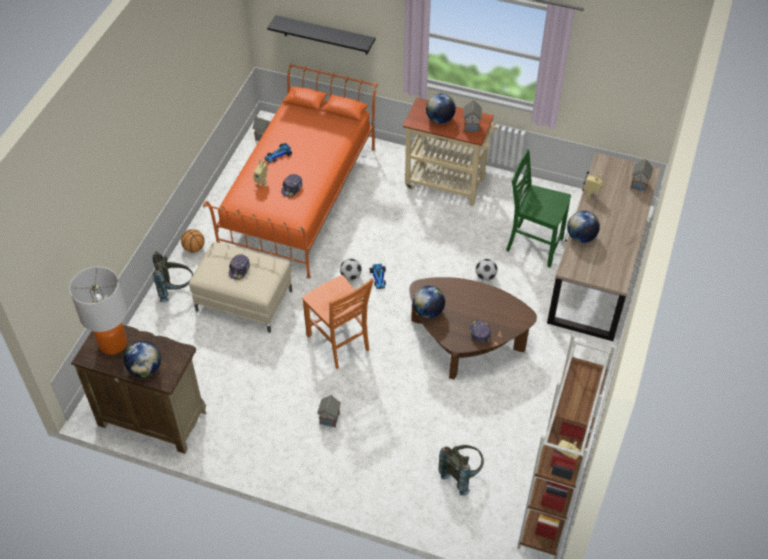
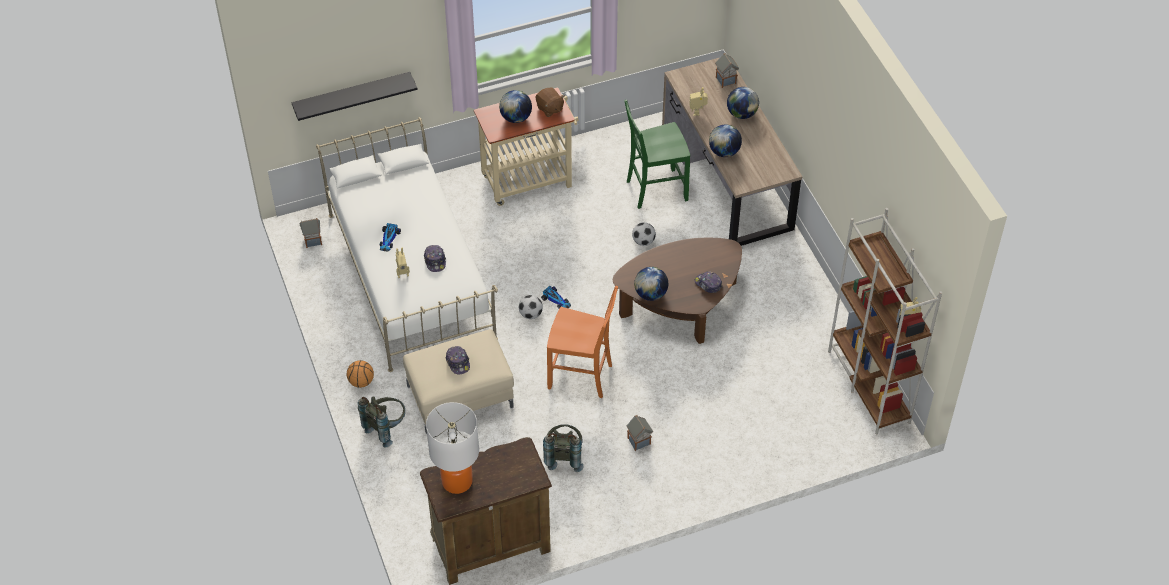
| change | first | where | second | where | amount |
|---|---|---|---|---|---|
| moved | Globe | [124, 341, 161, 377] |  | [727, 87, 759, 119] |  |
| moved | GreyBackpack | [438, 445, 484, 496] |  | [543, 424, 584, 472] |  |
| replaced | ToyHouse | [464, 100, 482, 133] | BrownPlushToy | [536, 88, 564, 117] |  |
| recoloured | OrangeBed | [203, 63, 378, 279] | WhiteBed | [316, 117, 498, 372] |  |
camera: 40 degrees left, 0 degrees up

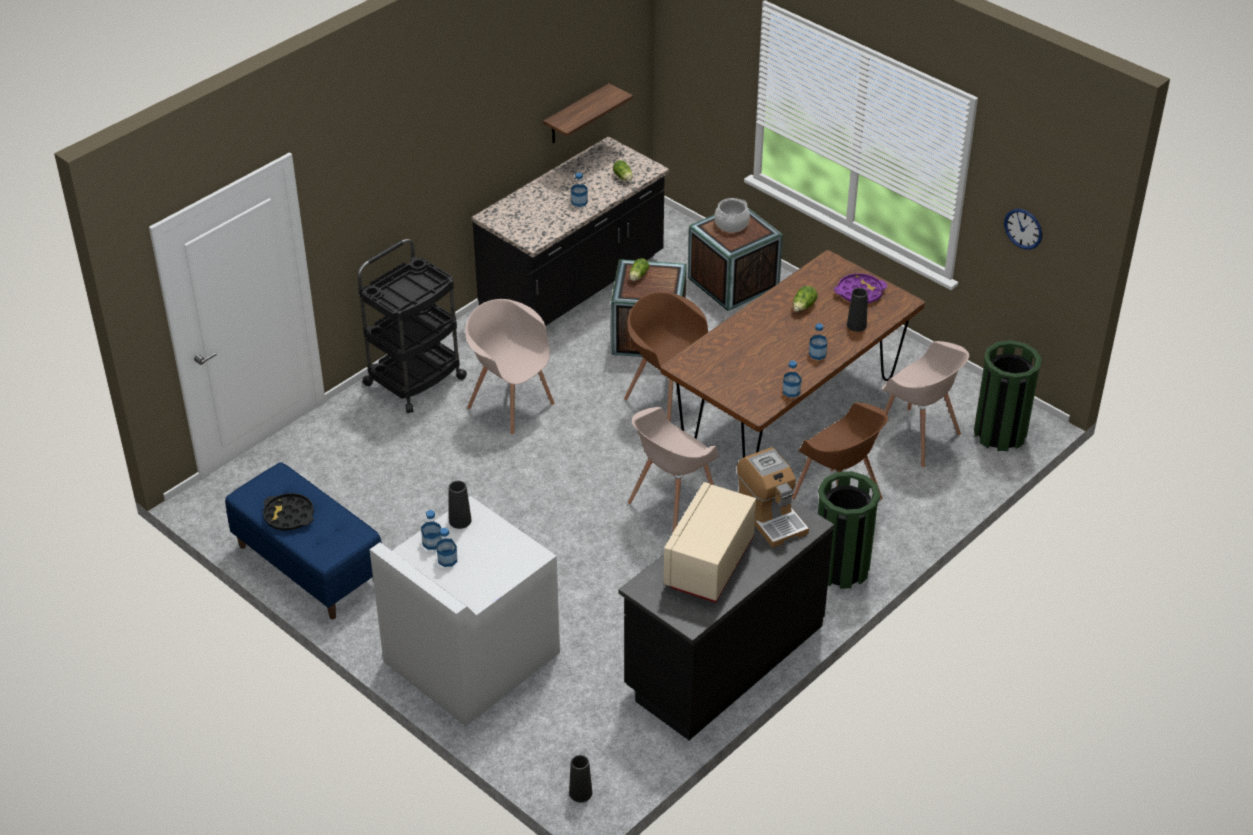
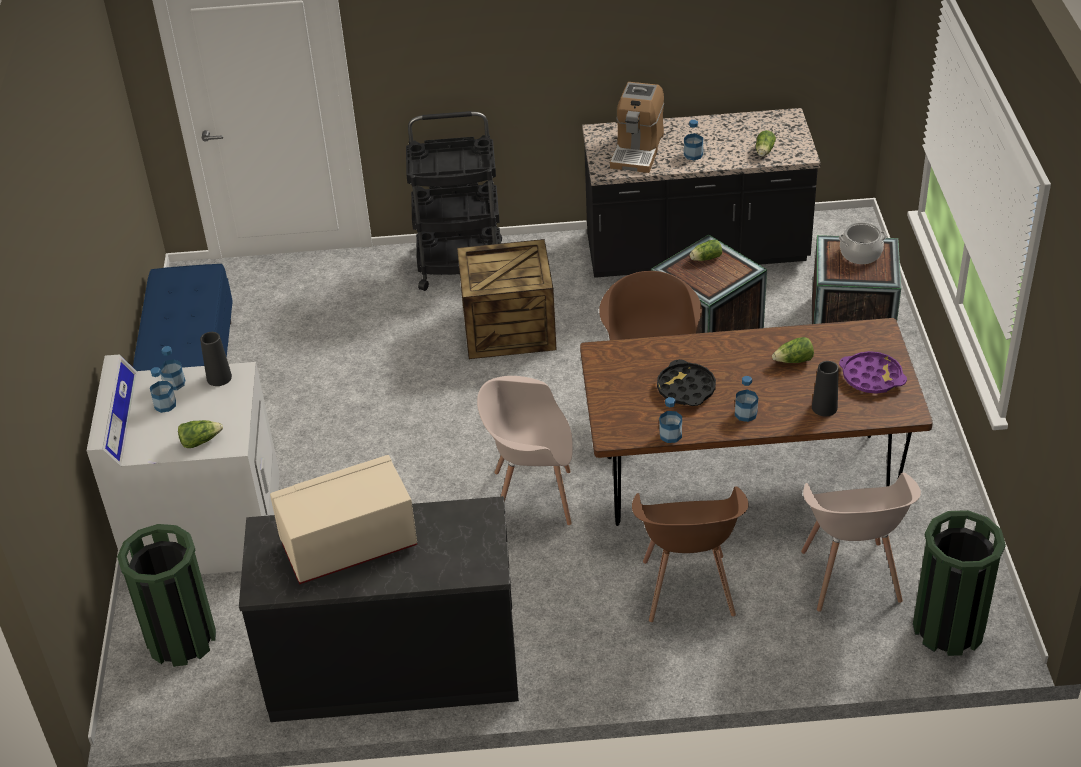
| change | first | where | second | where | amount |
|---|---|---|---|---|---|
| removed | Shelf | [543, 83, 633, 143] |  |  |  |
| removed | BlackVase | [569, 755, 592, 802] |  |  |  |
| removed | WallClock | [1004, 209, 1042, 250] |  |  |  |
| added |  |  | Lettuce | [178, 420, 223, 448] |  |
| moved | BlackTray | [263, 493, 314, 531] |  | [657, 359, 716, 406] |  |
| moved | CoffeeMachine | [737, 447, 809, 548] |  | [610, 82, 664, 173] |  |
| moved | GreenTrashCan | [818, 471, 880, 589] |  | [117, 524, 216, 667] |  |
| replaced | BeigeChair | [465, 299, 555, 434] | Crate | [457, 239, 557, 359] |  |
camera: 45 degrees right, 0 degrees up

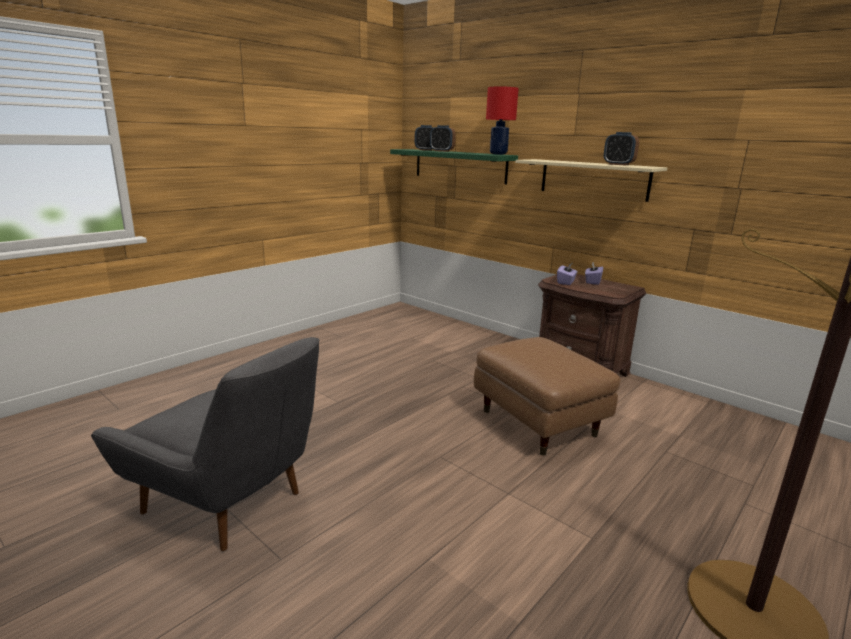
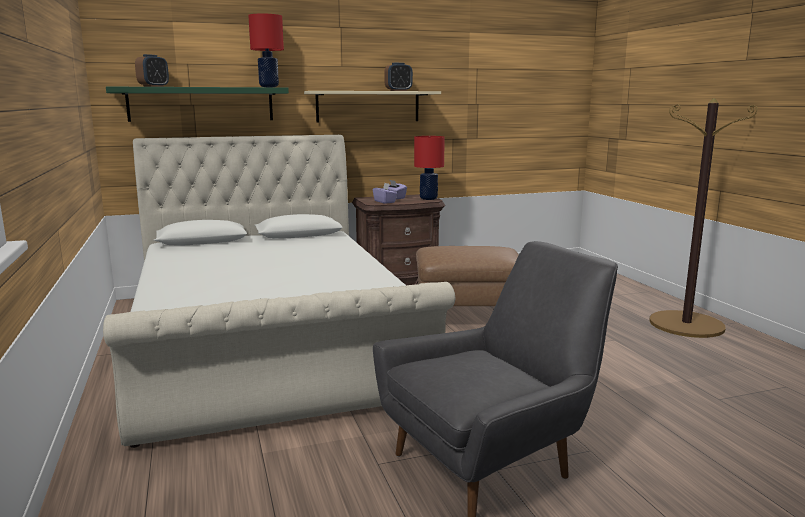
| change | first | where | second | where | amount |
|---|---|---|---|---|---|
| removed | AlarmClock | [430, 125, 456, 152] |  |  |  |
| added |  |  | BeigeBed | [103, 135, 455, 448] |  |
| added |  |  | RedTableLamp | [414, 136, 445, 200] |  |
camera: 60 degrees left, 5 degrees down

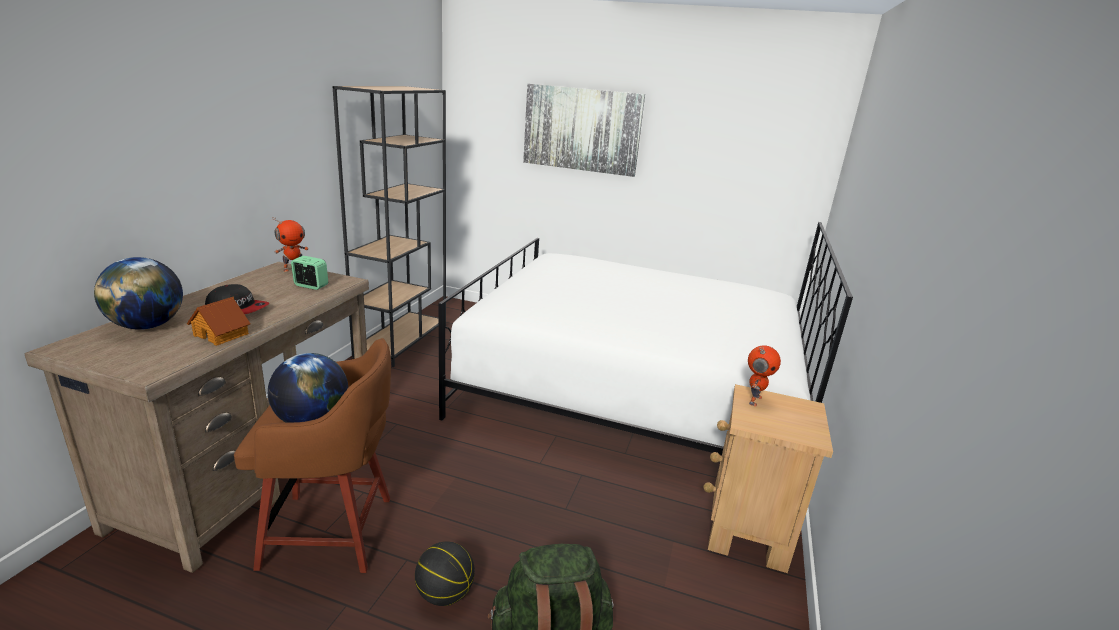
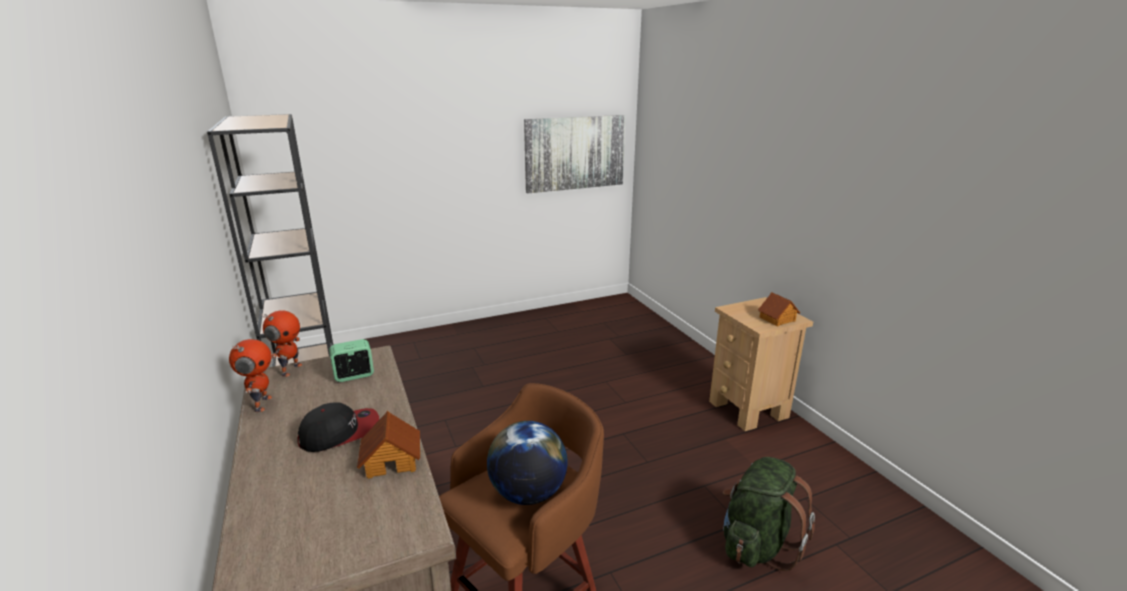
| change | first | where | second | where | amount |
|---|---|---|---|---|---|
| removed | Globe | [94, 257, 183, 330] |  |  |  |
| removed | Basketball | [415, 541, 475, 606] |  |  |  |
| removed | WhiteBed | [438, 222, 853, 455] |  |  |  |
| added |  |  | ToyHouse | [758, 292, 800, 326] |  |
| moved | Picture | [523, 84, 645, 177] |  | [524, 115, 626, 193] |  |
| moved | ToyRobot | [748, 345, 781, 406] |  | [229, 339, 272, 412] |  |
camera: 40 degrees left, 0 degrees up

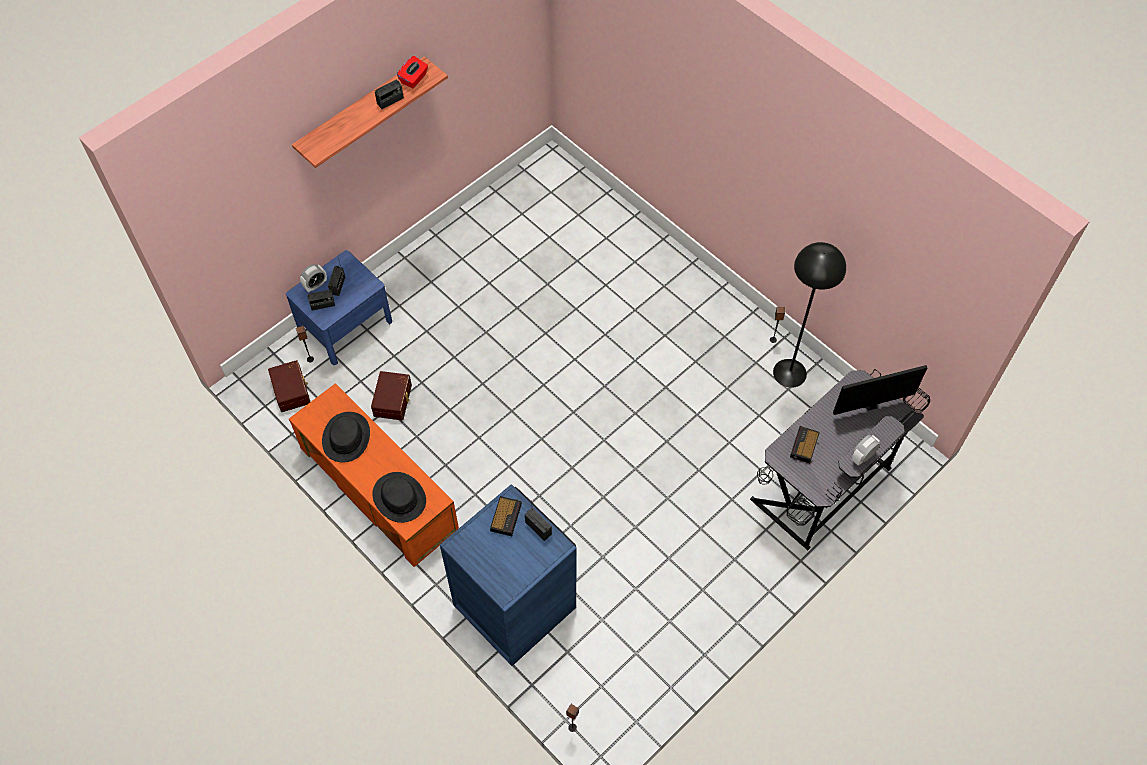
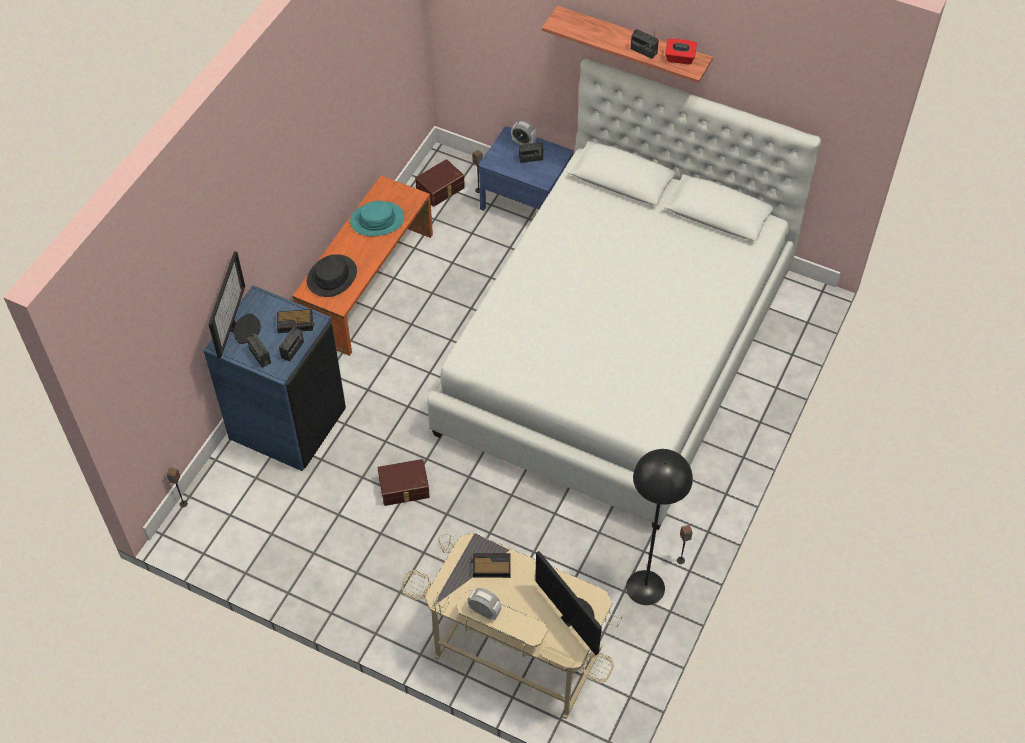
| change | first | where | second | where | amount |
|---|---|---|---|---|---|
| added |  |  | Monitor | [209, 251, 261, 358] |  |
| added |  |  | WhiteBed | [427, 58, 821, 530] |  |
| moved | Radio | [307, 287, 335, 311] |  | [247, 334, 271, 368] |  |
| moved | BrownStorageBox | [371, 371, 412, 420] |  | [378, 459, 430, 506] |  |
| recoloured | BlackHat | [322, 412, 370, 463] | TurquoiseHat | [350, 201, 404, 236] |  |
| recoloured | BlackDesk | [750, 369, 930, 550] | BeigeDesk | [401, 533, 622, 719] |  |
camera: 70 degrees right, 5 degrees down

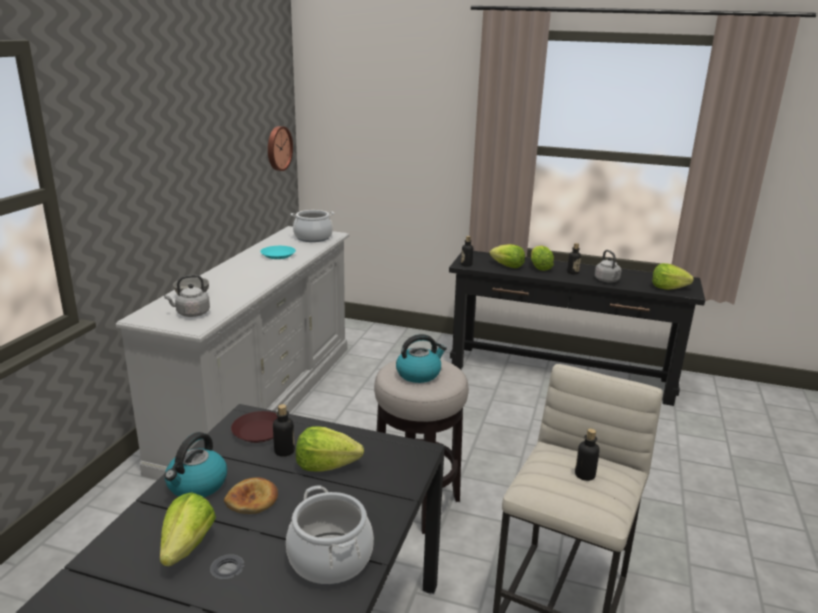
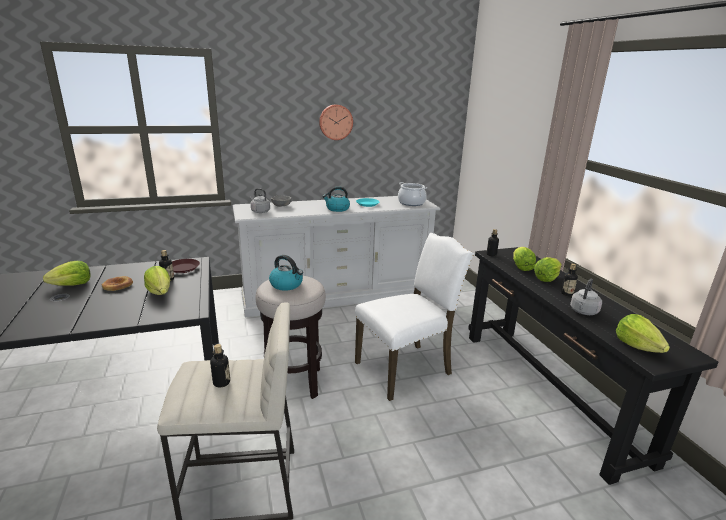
| change | first | where | second | where | amount |
|---|---|---|---|---|---|
| removed | CookingPot | [286, 485, 374, 585] |  |  |  |
| added |  |  | WhiteChair | [355, 233, 474, 401] |  |
| moved | Kettle | [165, 432, 227, 497] |  | [322, 186, 350, 212] |  |
| moved | WallClock | [268, 126, 293, 171] |  | [319, 104, 353, 140] |  |
camera: 55 degrees right, 0 degrees up

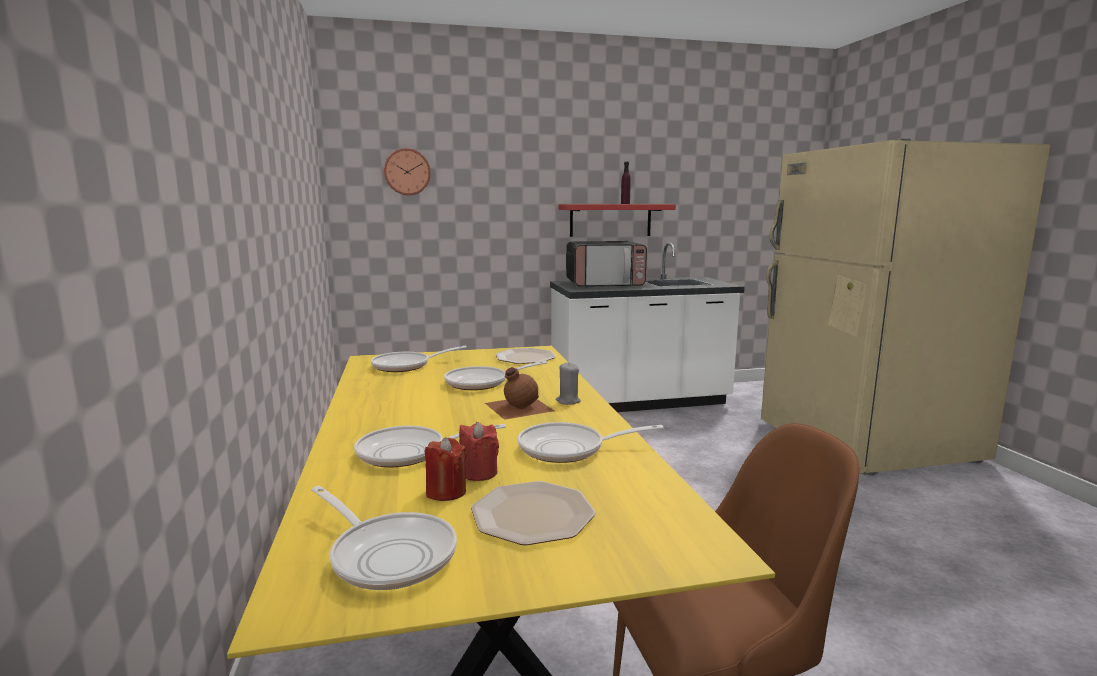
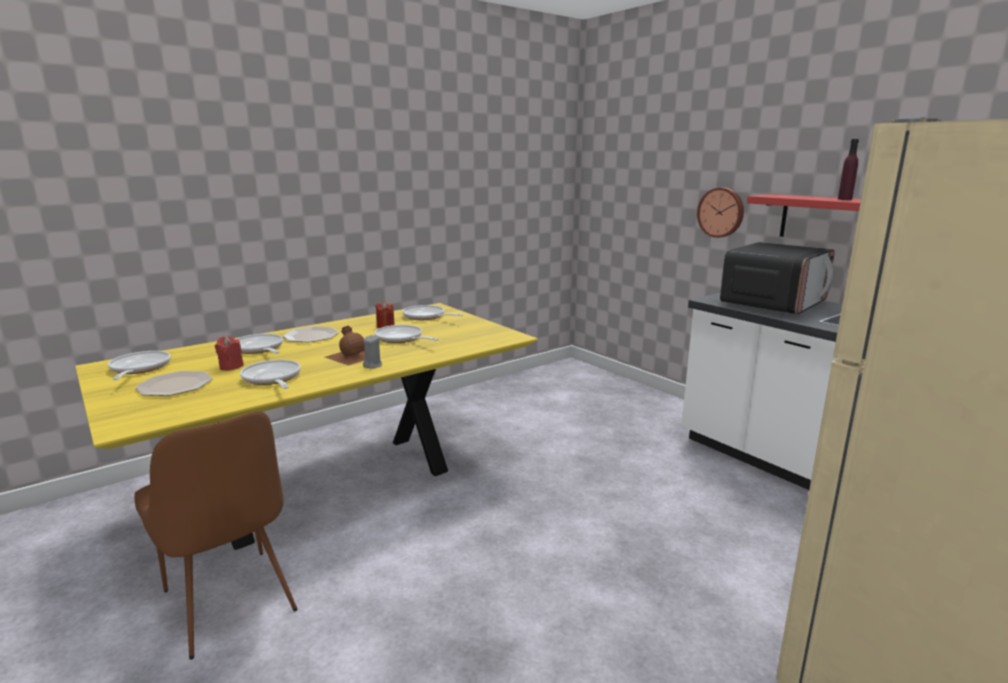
| change | first | where | second | where | amount |
|---|---|---|---|---|---|
| moved | WallClock | [384, 148, 431, 195] |  | [697, 188, 744, 238] |  |
| moved | RedCandle | [425, 437, 466, 501] |  | [375, 302, 395, 329] |  |
| moved | Plate | [496, 348, 556, 364] |  | [283, 326, 339, 342] |  |
| turned | FryingPan | [311, 486, 457, 590] |  | [108, 351, 171, 380] | 150 degrees clockwise |
| turned | Microwave | [566, 241, 647, 287] |  | [720, 242, 835, 314] | 105 degrees counterclockwise |
camera: 65 degrees right, 5 degrees up

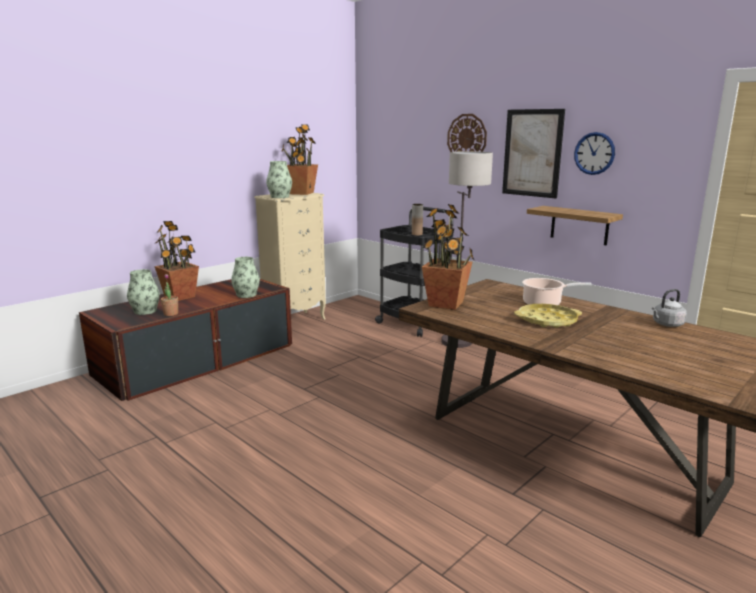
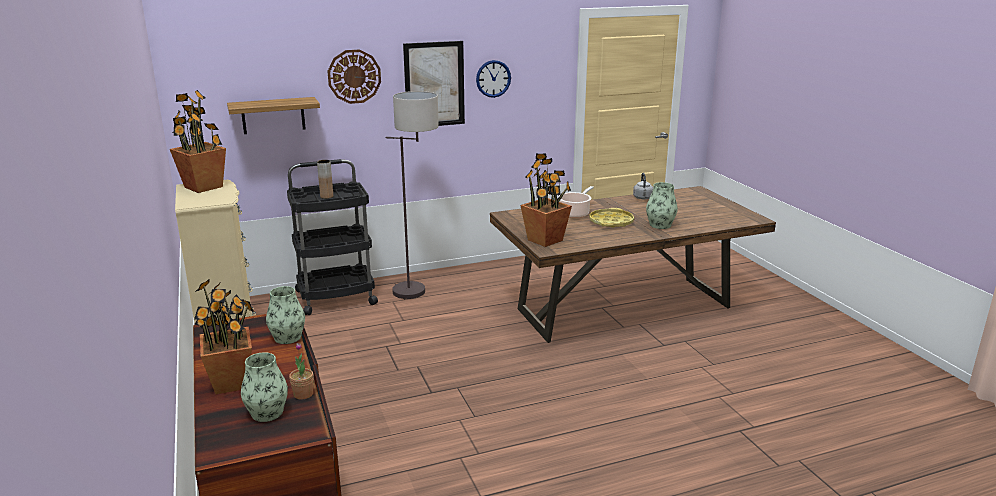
| change | first | where | second | where | amount |
|---|---|---|---|---|---|
| moved | Vase | [266, 161, 292, 198] |  | [646, 182, 678, 229] |  |
| moved | Shelf | [527, 206, 623, 246] |  | [227, 97, 320, 134] |  |
camera: 65 degrees left, 5 degrees up

